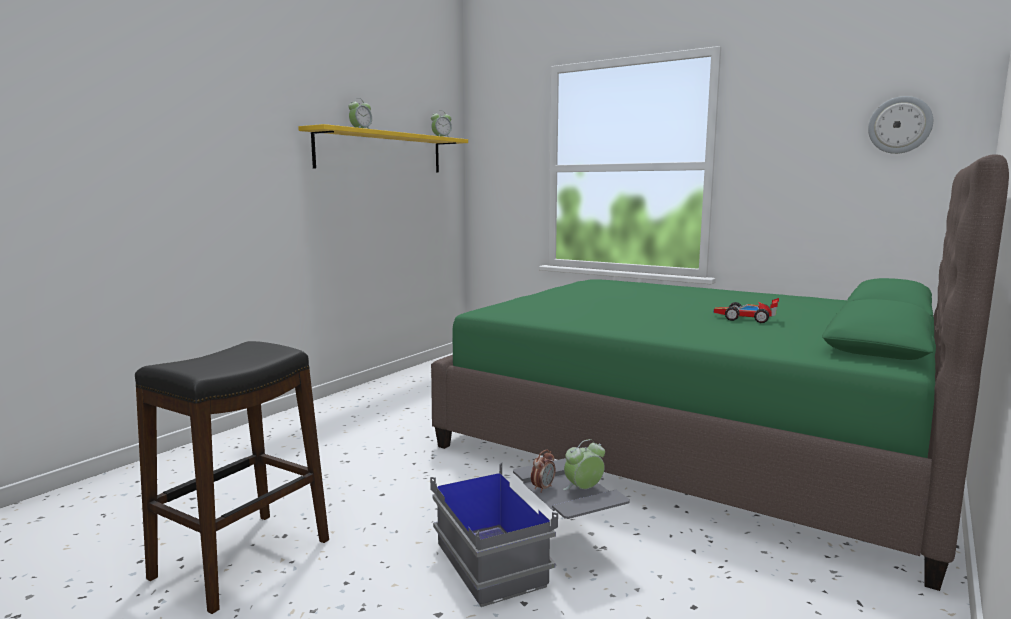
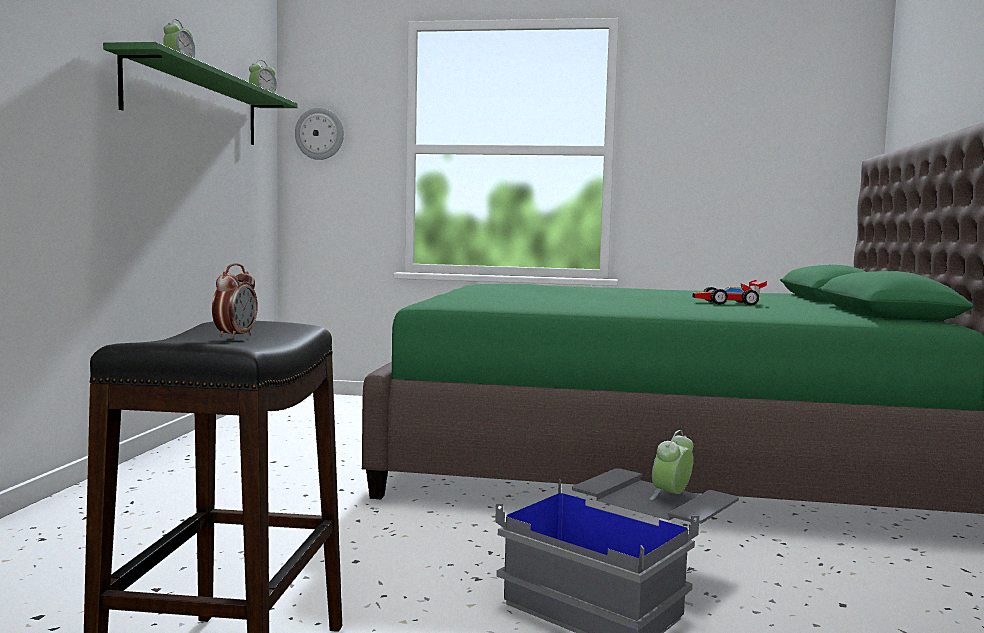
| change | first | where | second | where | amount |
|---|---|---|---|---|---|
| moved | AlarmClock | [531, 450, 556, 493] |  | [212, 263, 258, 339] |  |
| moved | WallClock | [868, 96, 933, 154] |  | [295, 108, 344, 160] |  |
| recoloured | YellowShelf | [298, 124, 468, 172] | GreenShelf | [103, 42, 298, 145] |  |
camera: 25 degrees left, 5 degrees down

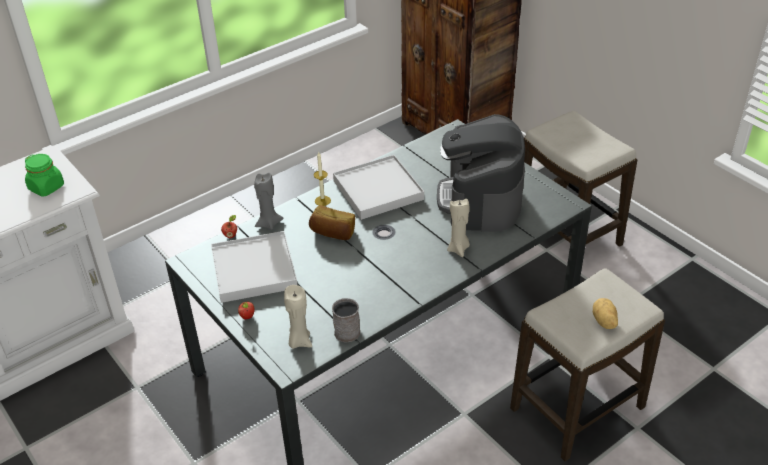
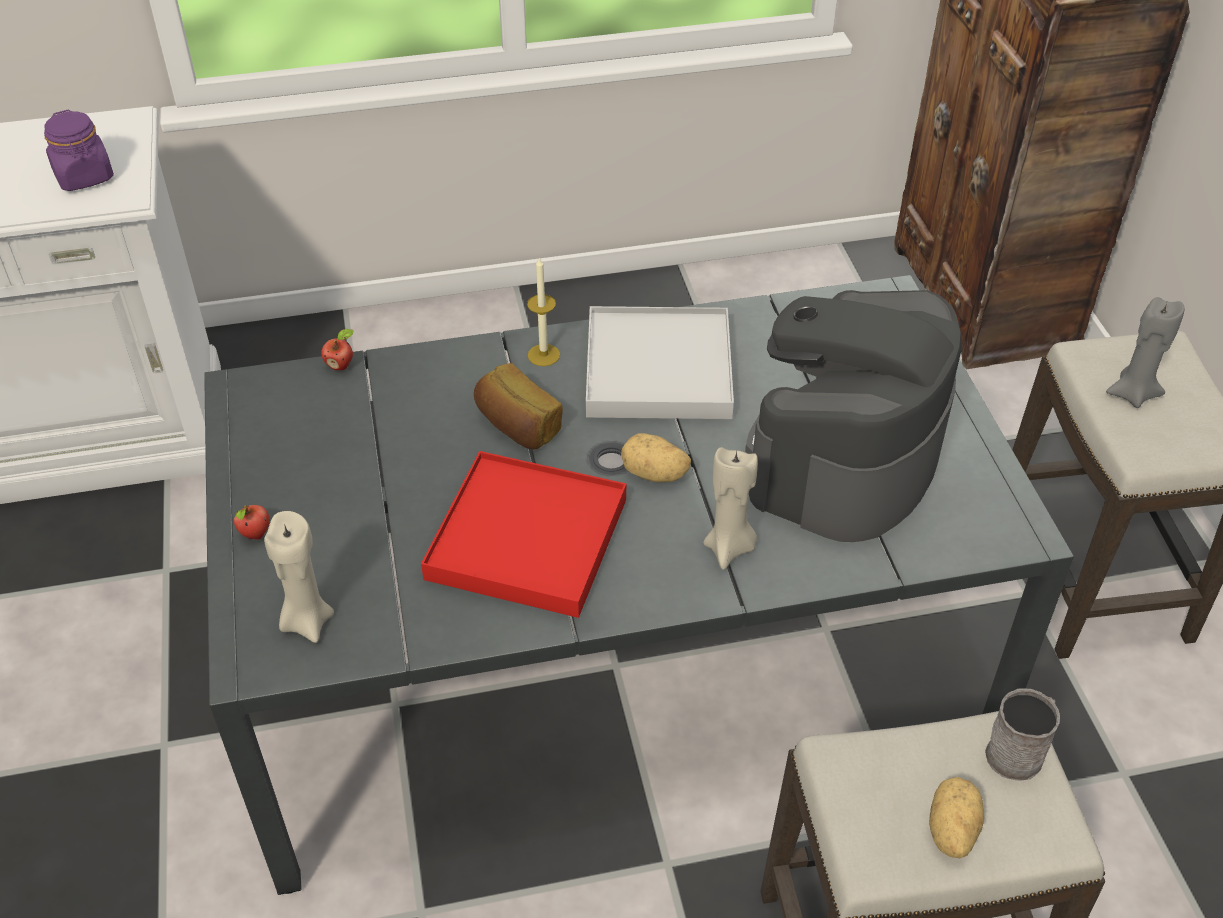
| change | first | where | second | where | amount |
|---|---|---|---|---|---|
| removed | WhiteTray | [211, 231, 297, 303] |  |  |  |
| added |  |  | RedTray | [421, 451, 626, 618] |  |
| added |  |  | Potato | [621, 433, 691, 482] |  |
| moved | GreyCandle | [254, 173, 283, 230] |  | [1106, 297, 1184, 408] |  |
| moved | GreyMug | [332, 298, 360, 343] |  | [985, 689, 1060, 781] |  |
| recoloured | GreenJar | [25, 154, 64, 197] | PurpleJar | [44, 110, 114, 191] |  |
camera: 25 degrees right, 5 degrees up

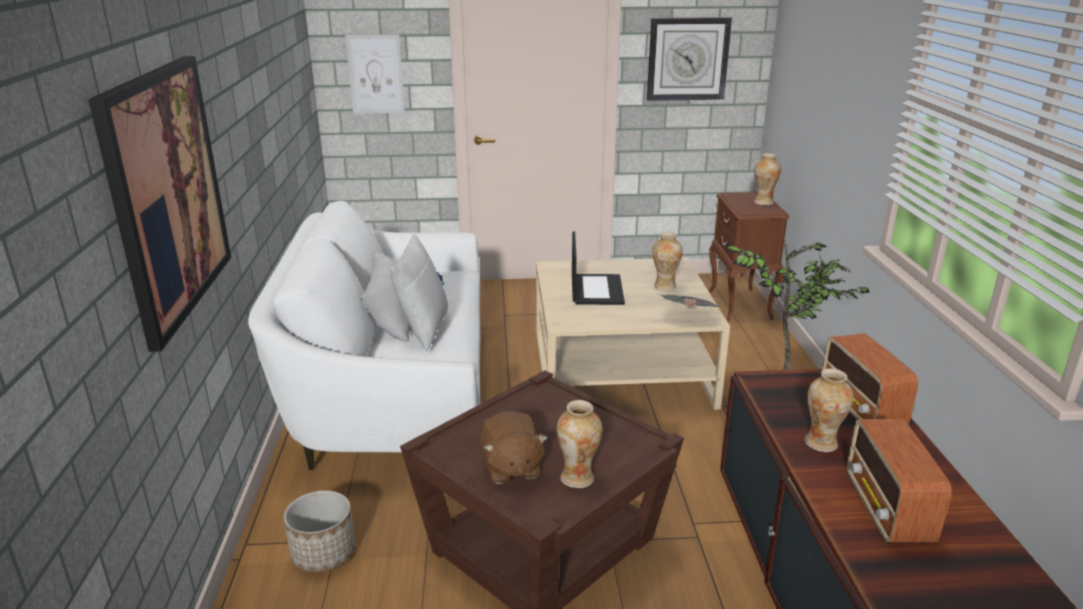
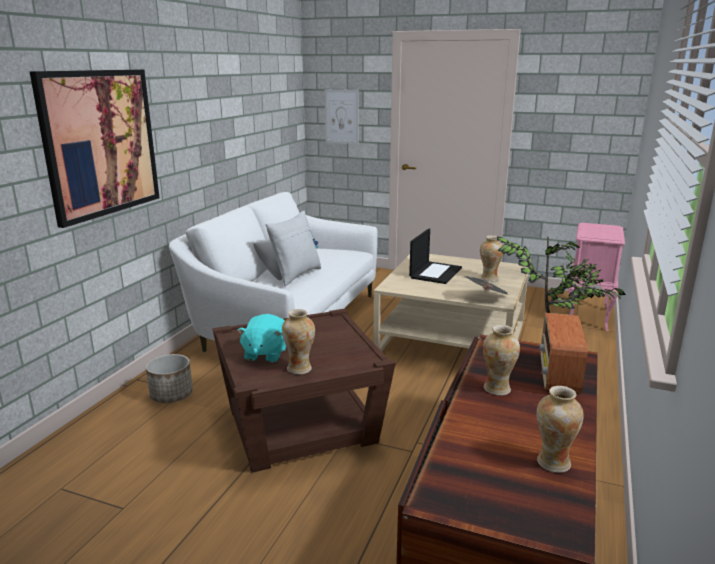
| change | first | where | second | where | amount |
|---|---|---|---|---|---|
| removed | WallClock | [647, 17, 732, 101] |  |  |  |
| removed | Radio | [847, 419, 952, 544] |  |  |  |
| moved | Vase | [754, 153, 781, 205] |  | [537, 386, 584, 473] |  |
| recoloured | BrownPlushToy | [480, 411, 547, 484] | TurquoisePlushToy | [237, 314, 286, 363] |  |
| recoloured | BrownNightstand | [709, 192, 790, 321] | PinkNightstand | [568, 223, 625, 331] |  |
camera: 25 degrees right, 5 degrees down

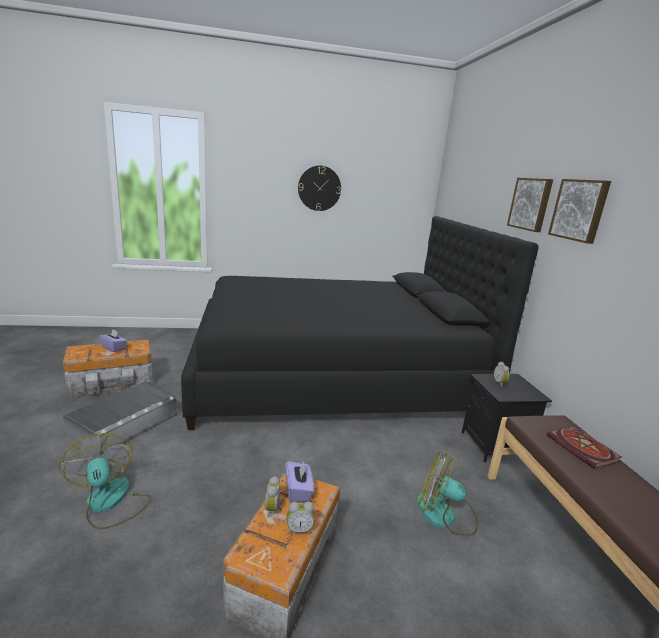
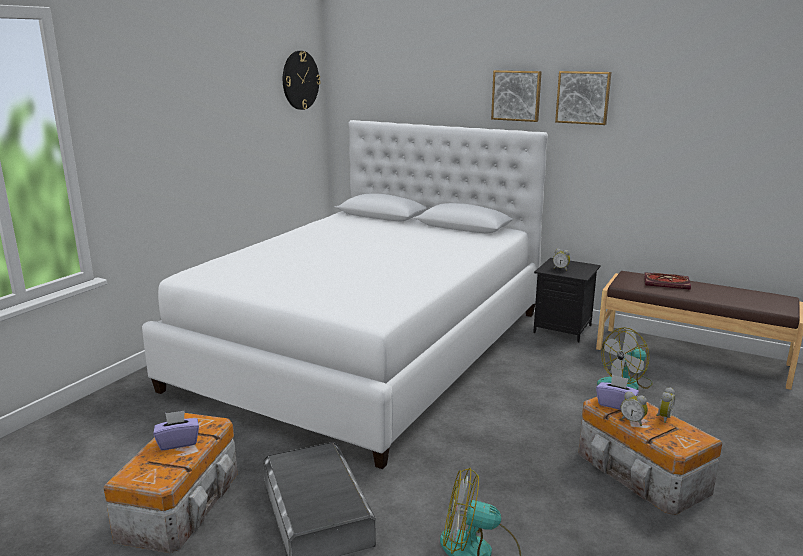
| change | first | where | second | where | amount |
|---|---|---|---|---|---|
| moved | WallClock | [298, 166, 341, 211] |  | [283, 51, 321, 110] |  |
| recoloured | BlackBed | [181, 216, 539, 430] | WhiteBed | [142, 120, 548, 469] |  |
camera: 50 degrees left, 0 degrees up

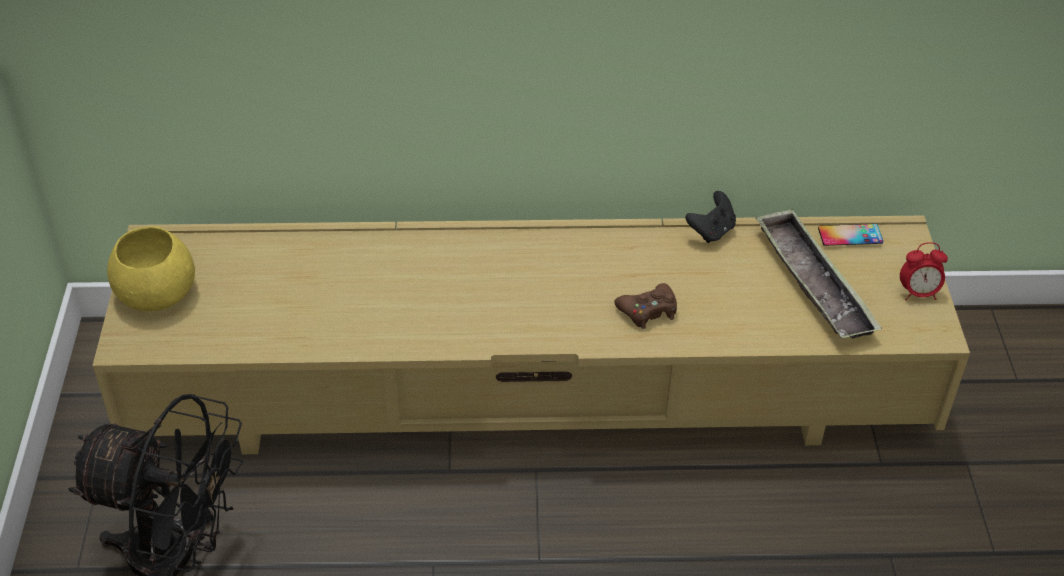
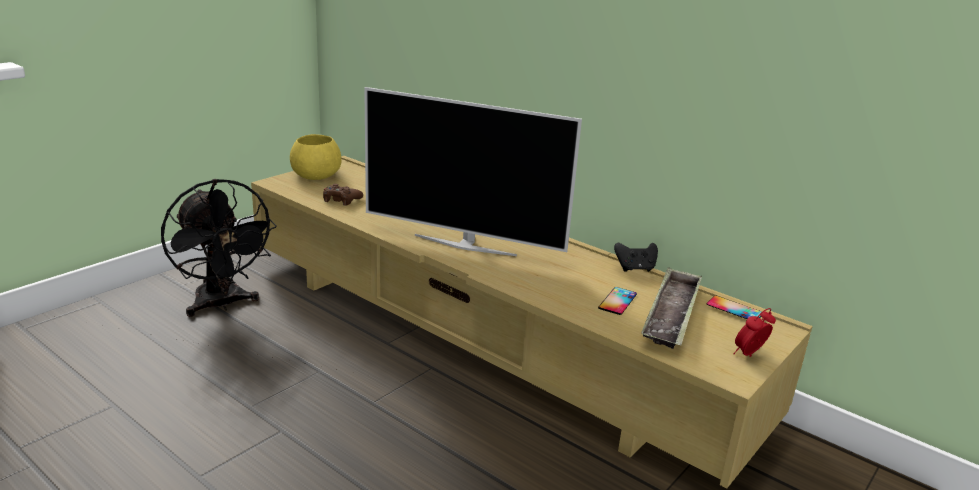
| change | first | where | second | where | amount |
|---|---|---|---|---|---|
| added |  |  | Television | [364, 87, 582, 256] |  |
| added |  |  | Phone | [598, 287, 637, 315] |  |
| moved | BrownGameController | [614, 283, 677, 329] |  | [323, 184, 363, 206] |  |
| turned | AlarmClock | [900, 242, 948, 300] |  | [733, 308, 776, 357] | 105 degrees clockwise |
camera: 40 degrees right, 20 degrees down

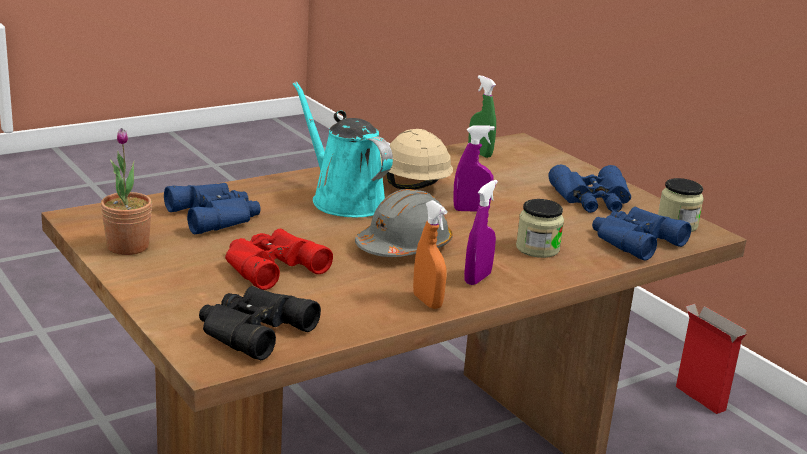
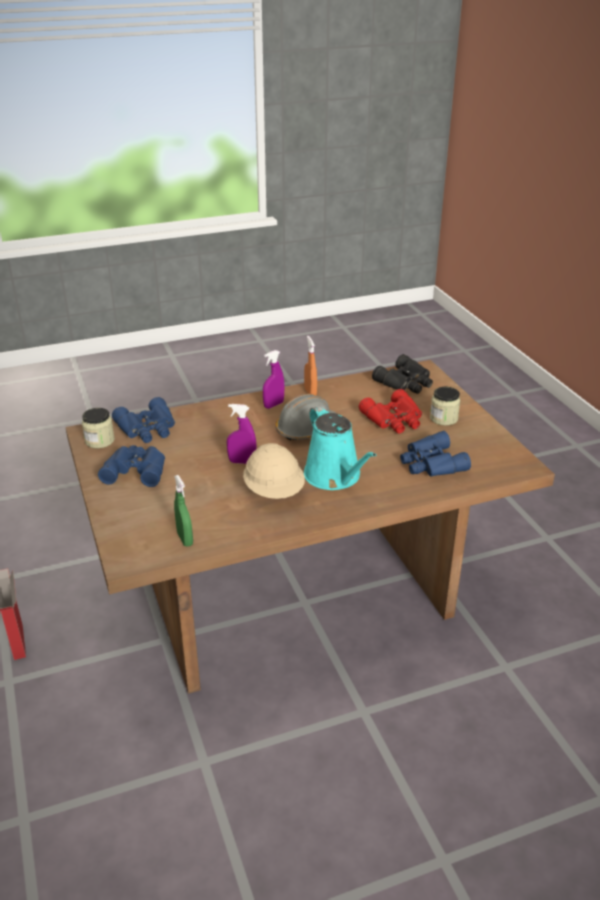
| change | first | where | second | where | amount |
|---|---|---|---|---|---|
| removed | PottedPlant | [101, 128, 152, 255] |  |  |  |
| moved | Jar | [516, 199, 564, 258] |  | [430, 387, 461, 426] |  |
camera: 165 degrees left, 10 degrees up

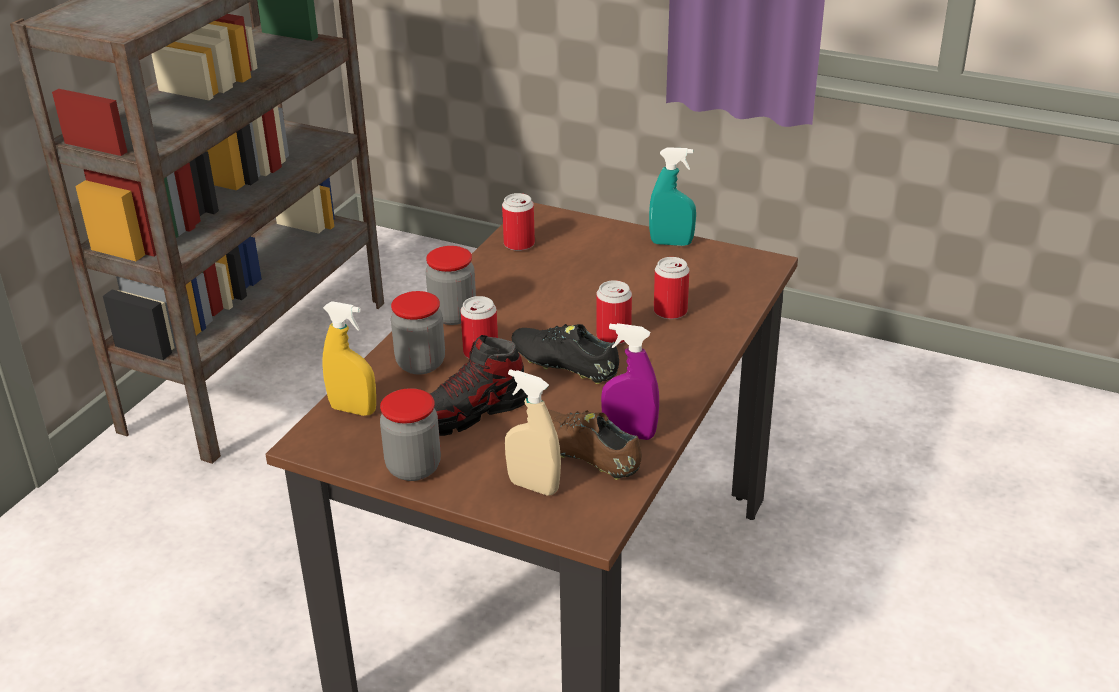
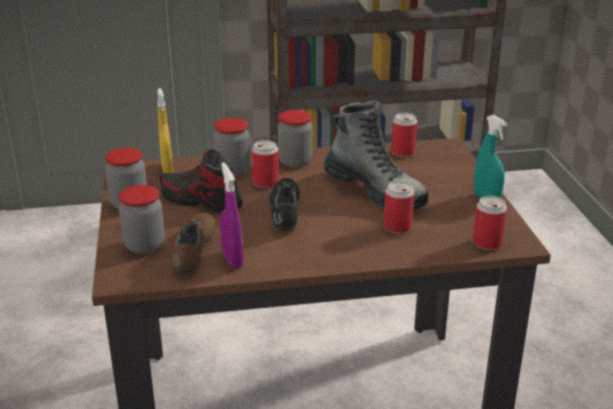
| change | first | where | second | where | amount |
|---|---|---|---|---|---|
| added |  |  | Boot | [324, 101, 429, 210] |  |
| moved | Can | [596, 280, 632, 344] |  | [473, 196, 507, 250] |  |
| replaced | BeigeSprayBottle | [505, 369, 561, 496] | Jar | [119, 185, 165, 254] |  |
camera: 55 degrees right, 5 degrees down

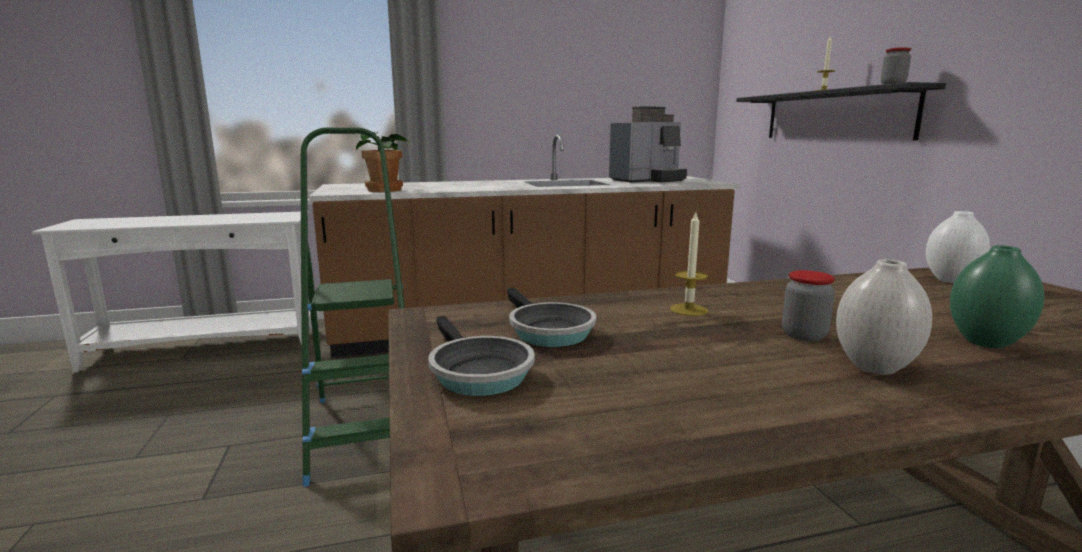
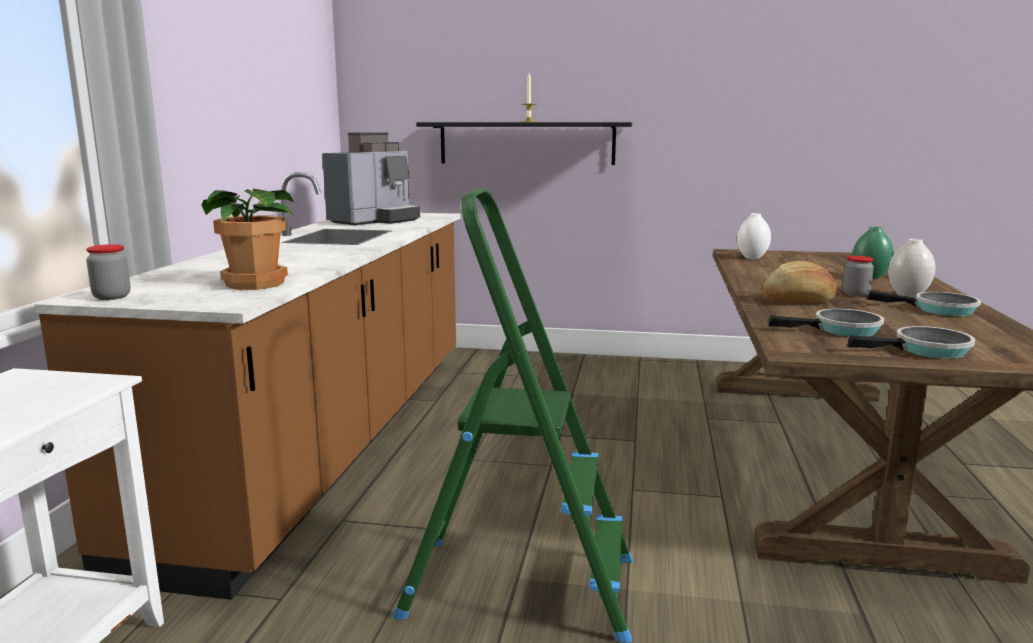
| change | first | where | second | where | amount |
|---|---|---|---|---|---|
| added |  |  | FryingPan | [867, 290, 981, 316] |  |
| moved | Jar | [881, 47, 911, 84] |  | [86, 244, 130, 300] |  |
| replaced | Candle | [670, 213, 708, 316] | Bread | [762, 261, 837, 303] |  |
| turned | CoffeeMachine | [609, 106, 687, 183] |  | [322, 132, 420, 225] | 45 degrees clockwise |
camera: 65 degrees left, 0 degrees up

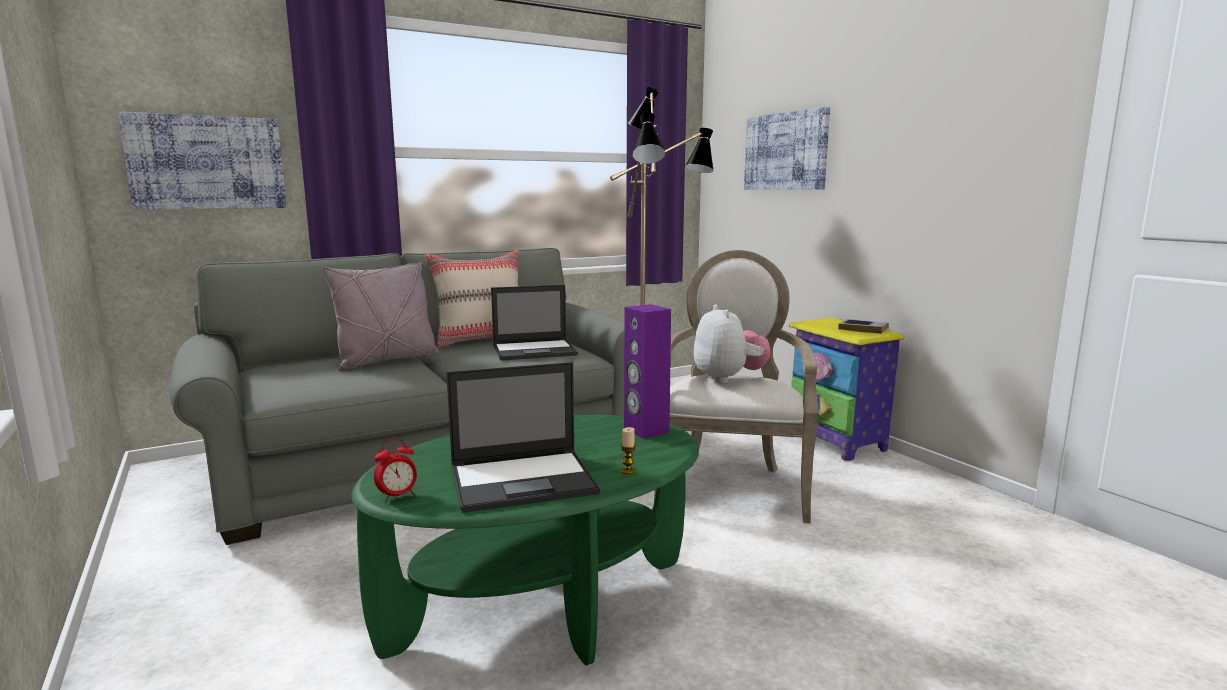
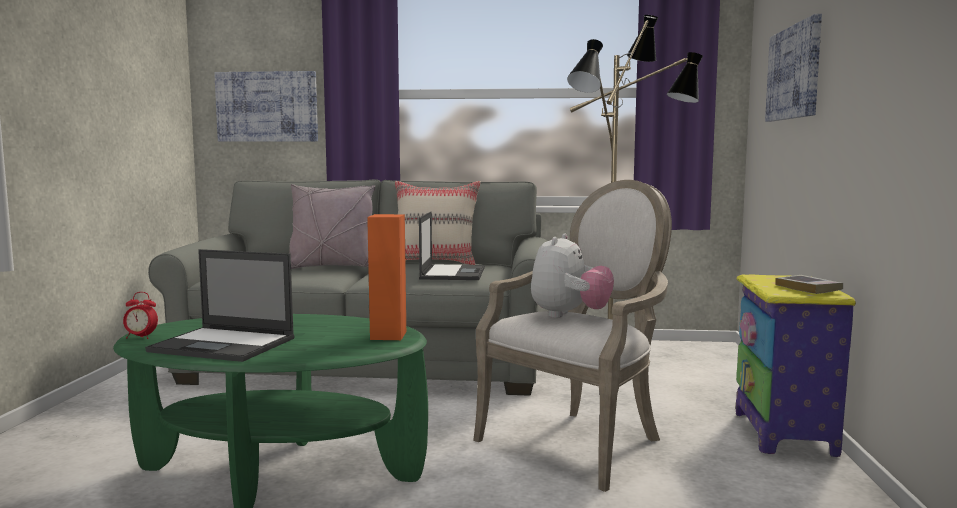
| change | first | where | second | where | amount |
|---|---|---|---|---|---|
| removed | Candle | [621, 427, 636, 474] |  |  |  |
| recoloured | PurpleSpeaker | [624, 304, 671, 439] | OrangeSpeaker | [367, 214, 406, 340] |  |
| turned | Laptop | [491, 285, 578, 361] |  | [419, 211, 484, 280] | 105 degrees counterclockwise |
camera: 35 degrees right, 5 degrees down

